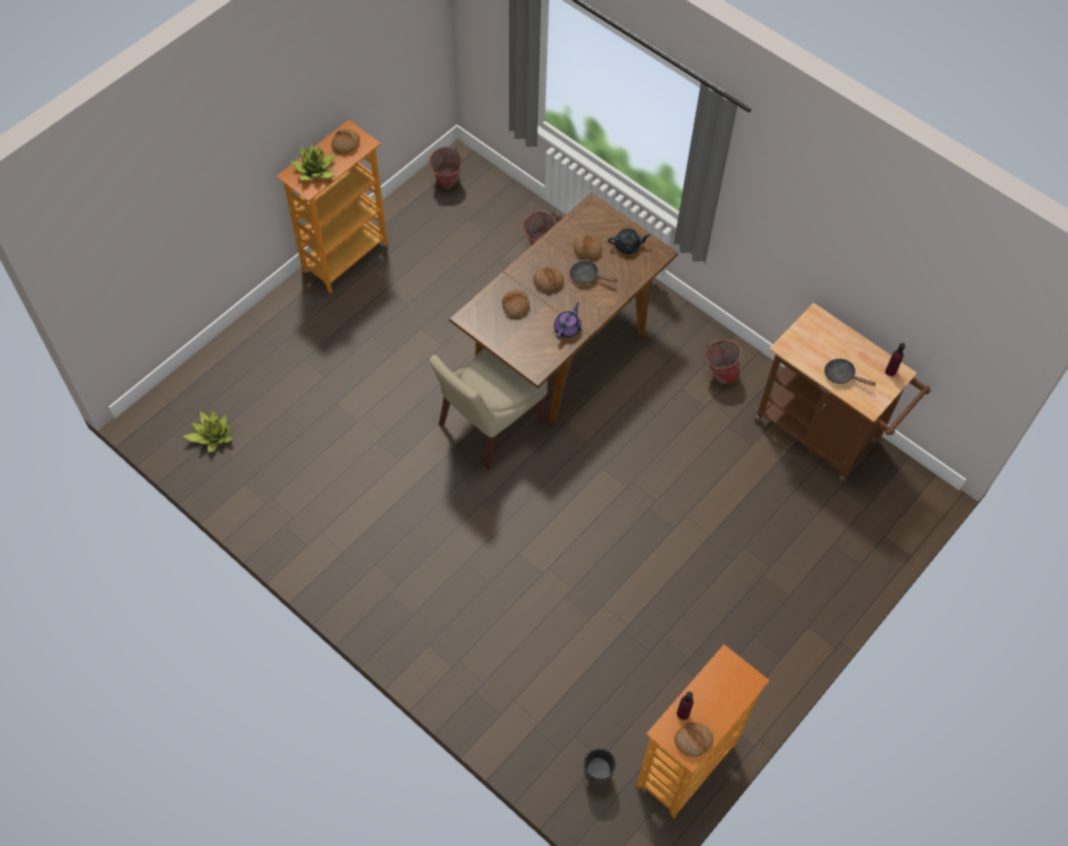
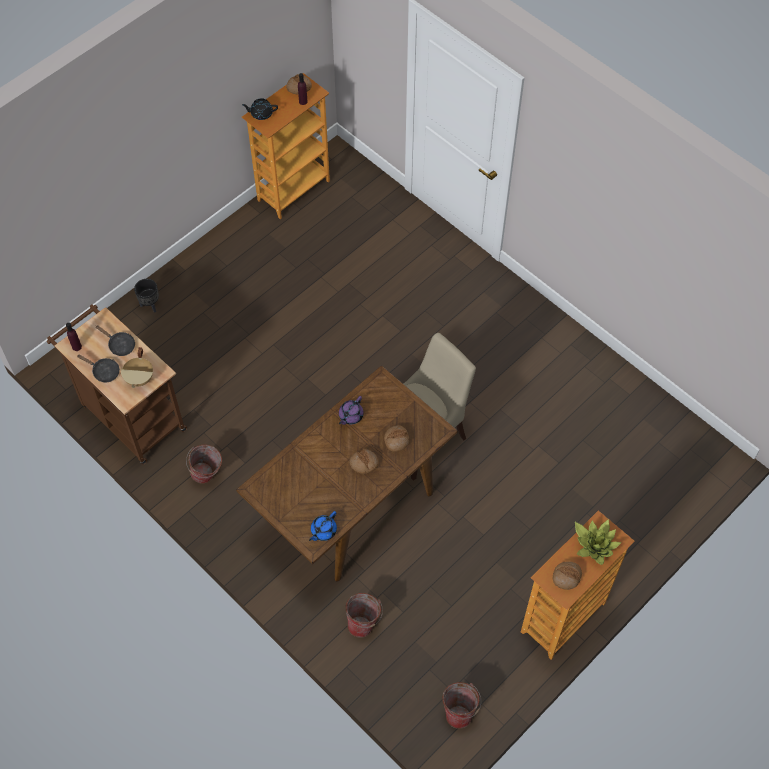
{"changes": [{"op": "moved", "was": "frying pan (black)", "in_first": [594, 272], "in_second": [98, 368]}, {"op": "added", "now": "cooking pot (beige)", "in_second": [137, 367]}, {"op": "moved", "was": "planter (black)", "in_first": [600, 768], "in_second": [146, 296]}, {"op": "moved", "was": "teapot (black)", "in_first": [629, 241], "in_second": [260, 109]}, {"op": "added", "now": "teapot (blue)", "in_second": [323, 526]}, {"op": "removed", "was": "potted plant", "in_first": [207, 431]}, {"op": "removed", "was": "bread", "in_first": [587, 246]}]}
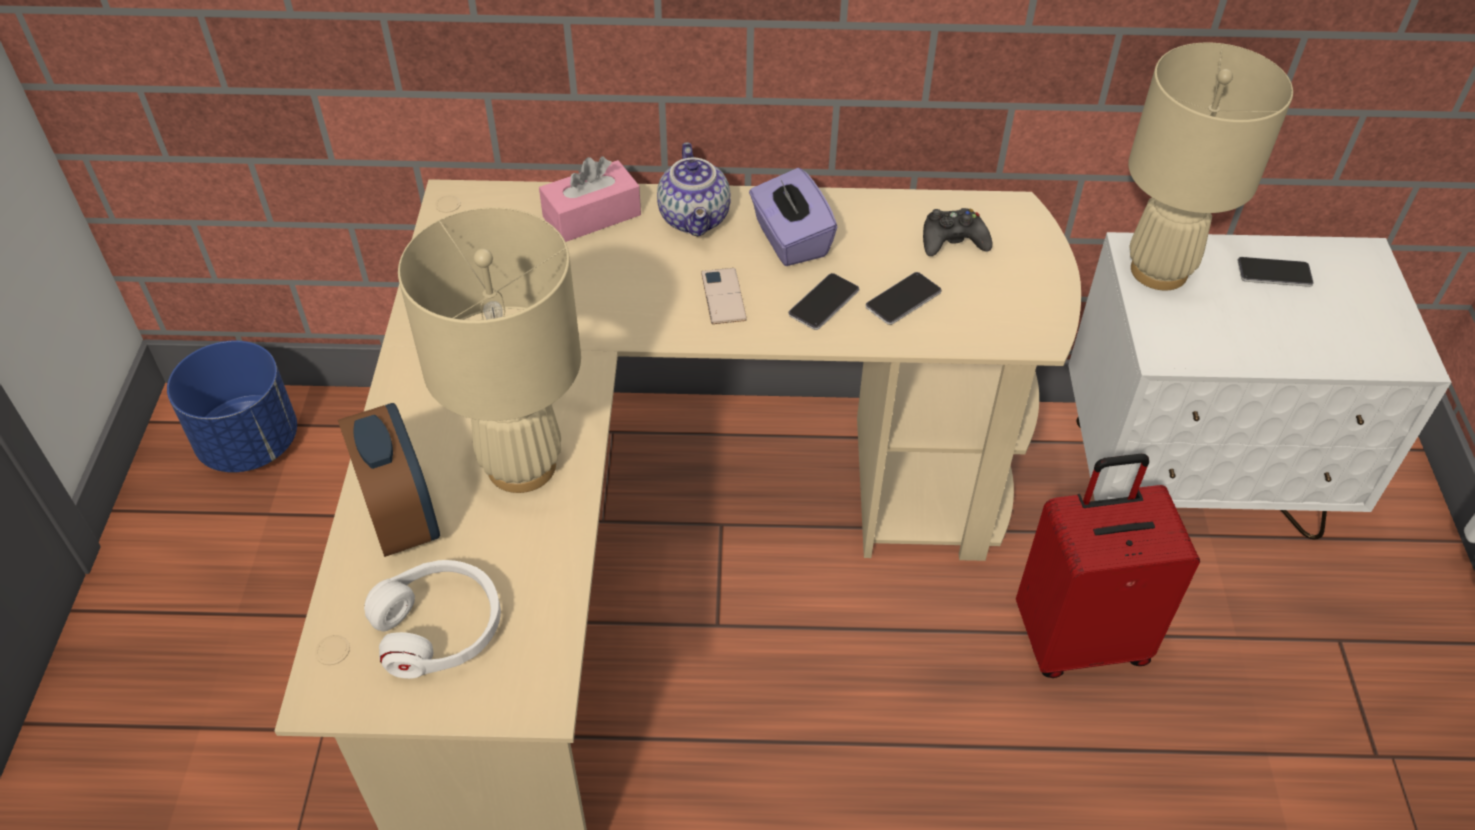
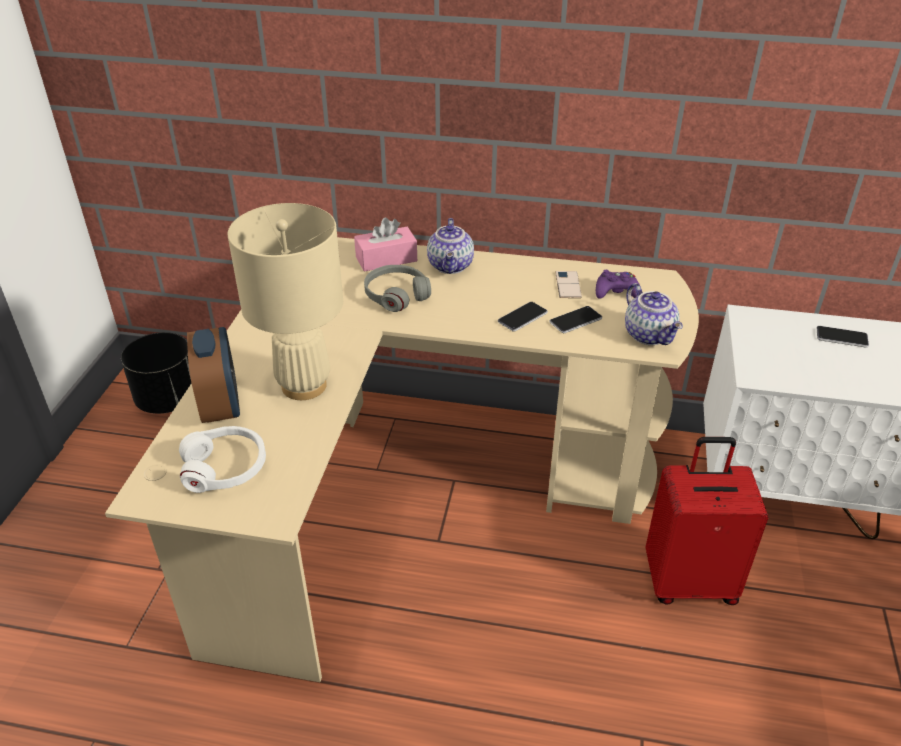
{"changes": [{"op": "recoloured", "was": "planter (blue)", "now": "planter (black)", "in_first": [232, 406], "in_second": [156, 373]}, {"op": "added", "now": "headphones (grey)", "in_second": [397, 288]}, {"op": "moved", "was": "phone", "in_first": [724, 296], "in_second": [568, 284]}, {"op": "recoloured", "was": "game controller (black)", "now": "game controller (purple)", "in_first": [957, 232], "in_second": [618, 284]}, {"op": "added", "now": "teapot", "in_second": [654, 314]}, {"op": "removed", "was": "tissue box (purple)", "in_first": [793, 217]}, {"op": "removed", "was": "table lamp (beige)", "in_first": [1210, 166]}]}
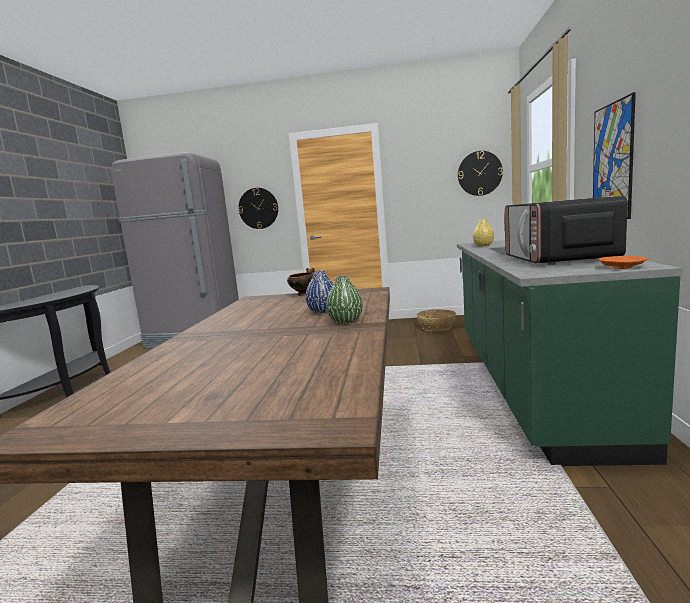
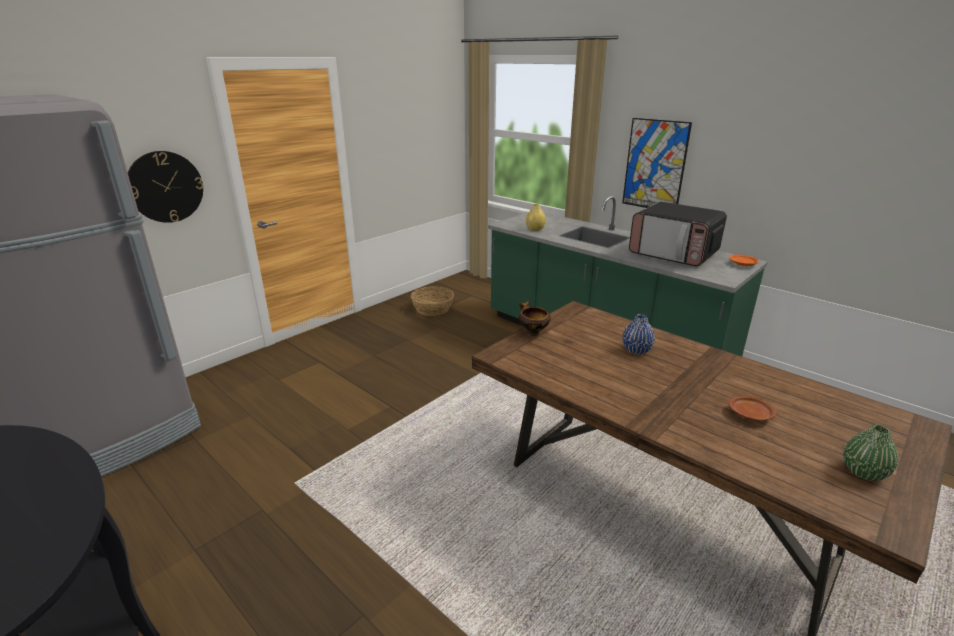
{"changes": [{"op": "added", "now": "plate (brown)", "in_second": [752, 408]}, {"op": "moved", "was": "vase (green)", "in_first": [344, 299], "in_second": [870, 452]}, {"op": "removed", "was": "wall clock", "in_first": [480, 173]}]}
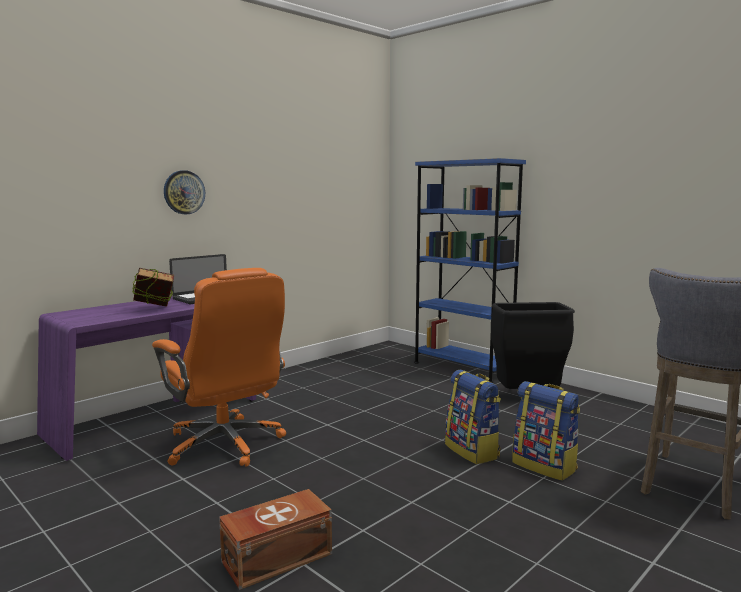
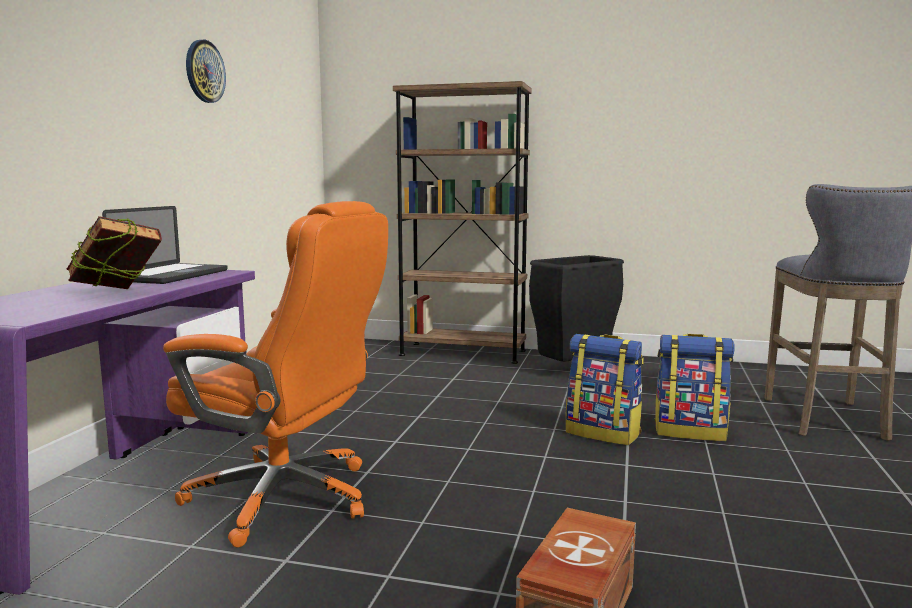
{"changes": [{"op": "moved", "was": "wall clock", "in_first": [184, 192], "in_second": [206, 71]}, {"op": "recoloured", "was": "bookcase (blue)", "now": "bookcase (brown)", "in_first": [470, 270], "in_second": [462, 222]}]}
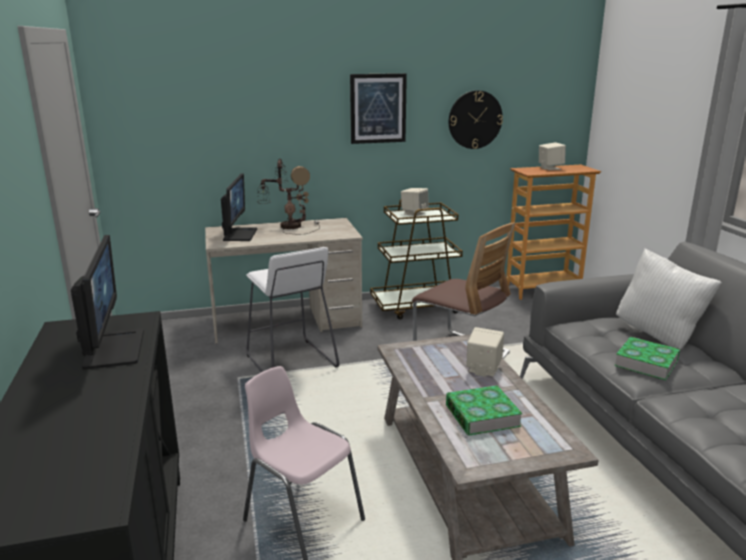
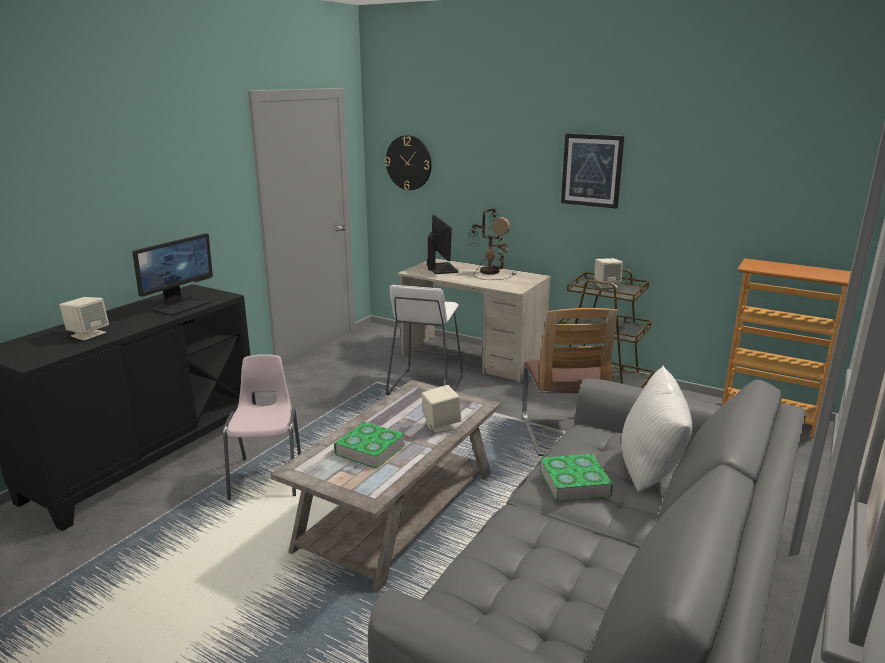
{"changes": [{"op": "moved", "was": "speaker (beige)", "in_first": [552, 156], "in_second": [84, 319]}, {"op": "moved", "was": "wall clock", "in_first": [476, 119], "in_second": [408, 162]}, {"op": "turned", "was": "monitor", "in_first": [239, 207], "in_second": [443, 244], "clockwise": -60}]}
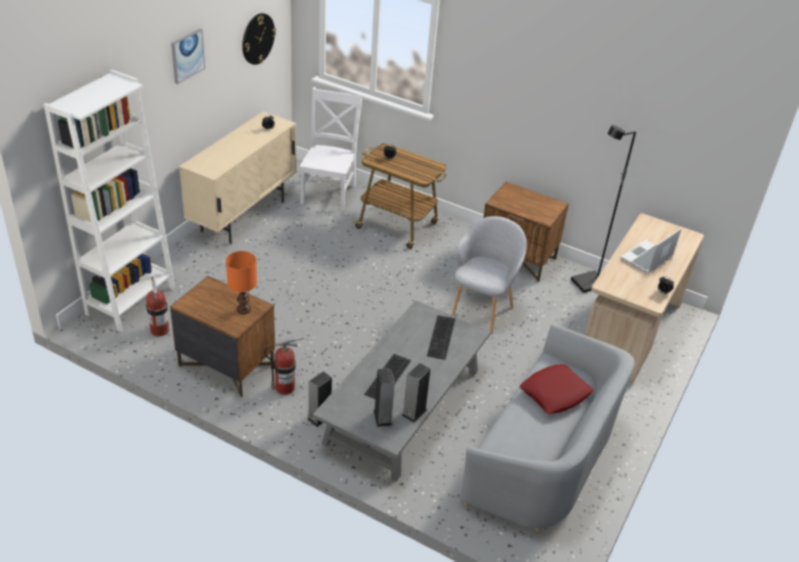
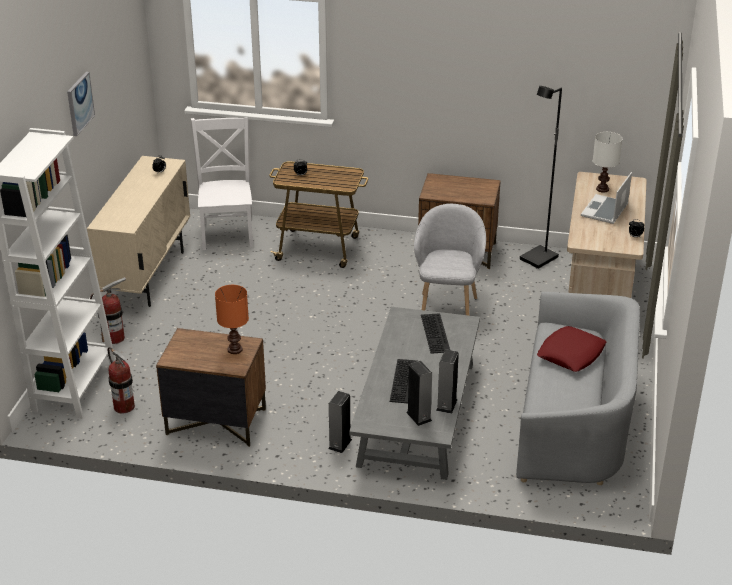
{"changes": [{"op": "moved", "was": "fire extinguisher", "in_first": [284, 365], "in_second": [108, 310]}, {"op": "added", "now": "table lamp (white)", "in_second": [608, 162]}, {"op": "removed", "was": "wall clock", "in_first": [259, 39]}]}
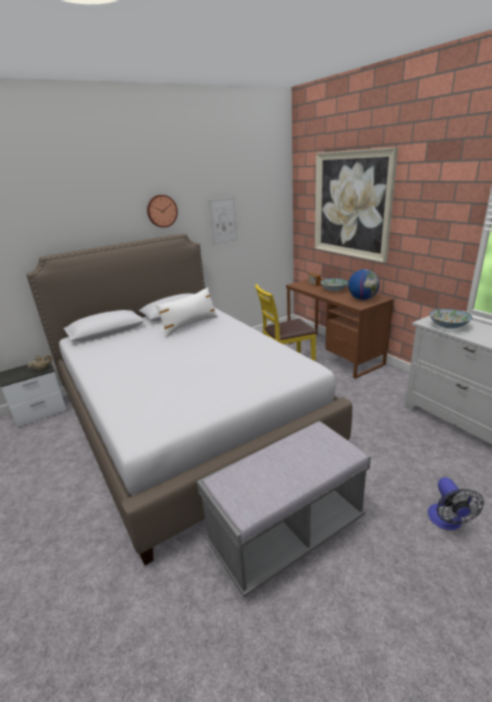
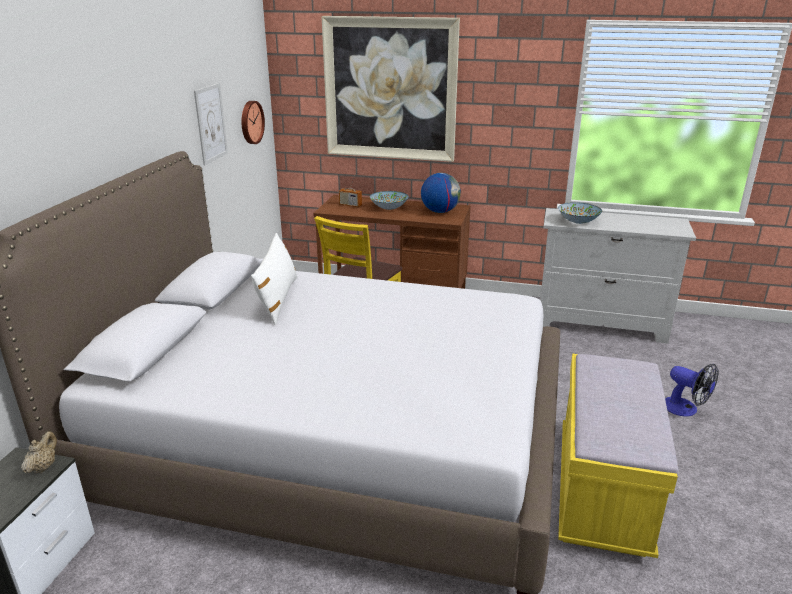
{"changes": [{"op": "moved", "was": "wall clock", "in_first": [162, 211], "in_second": [253, 122]}, {"op": "recoloured", "was": "bench (grey)", "now": "bench (yellow)", "in_first": [284, 509], "in_second": [618, 455]}]}
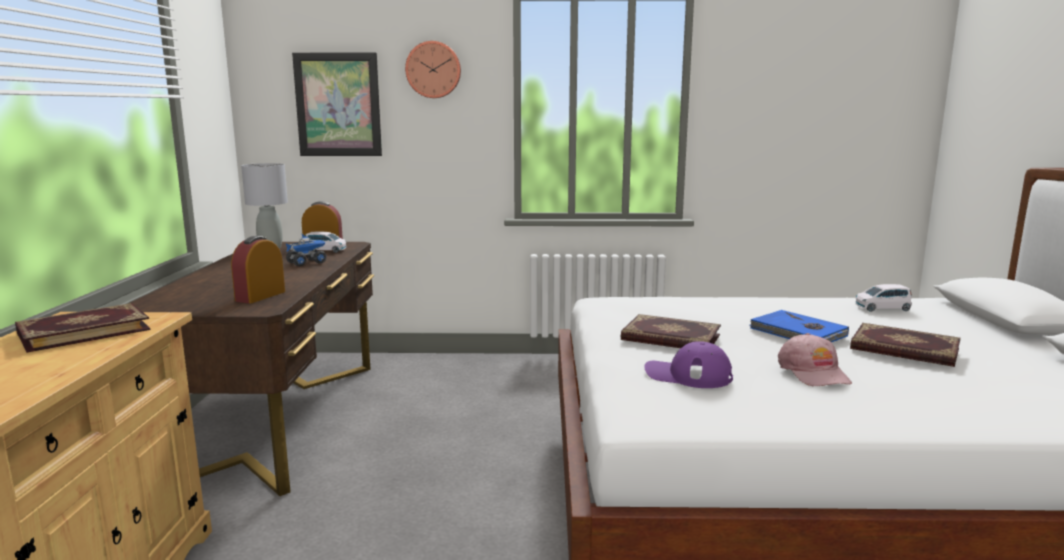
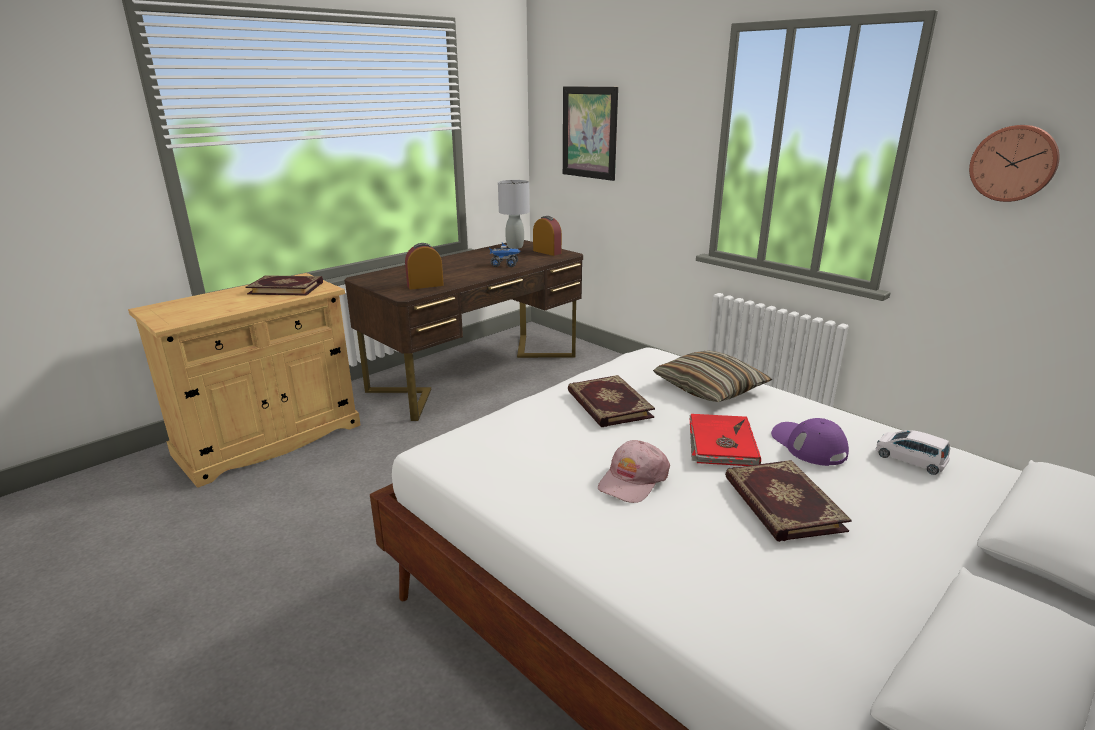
{"changes": [{"op": "added", "now": "pillow", "in_second": [713, 376]}, {"op": "recoloured", "was": "book (blue)", "now": "book (red)", "in_first": [799, 326], "in_second": [725, 440]}, {"op": "moved", "was": "cap (purple)", "in_first": [688, 364], "in_second": [810, 442]}, {"op": "moved", "was": "wall clock", "in_first": [433, 69], "in_second": [1014, 163]}, {"op": "removed", "was": "toy car (white)", "in_first": [325, 242]}]}
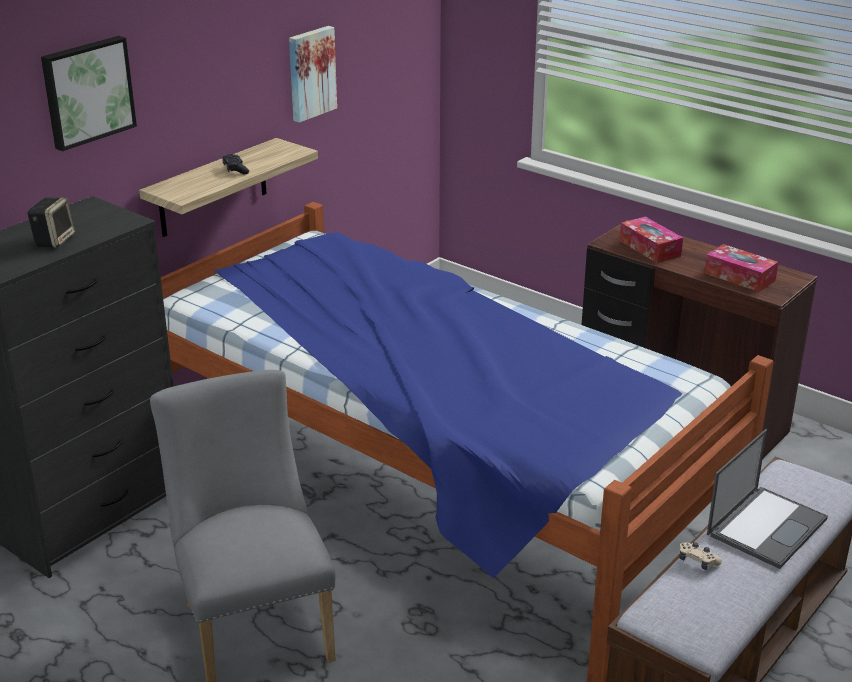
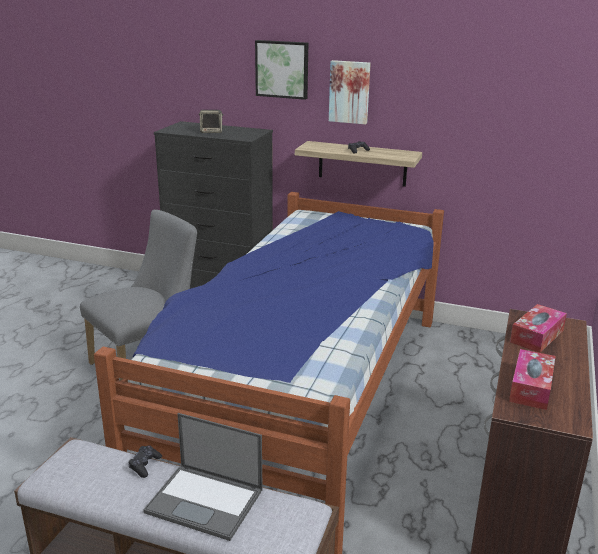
{"changes": [{"op": "recoloured", "was": "game controller (beige)", "now": "game controller (black)", "in_first": [700, 556], "in_second": [145, 461]}, {"op": "moved", "was": "picture", "in_first": [313, 74], "in_second": [350, 92]}]}
